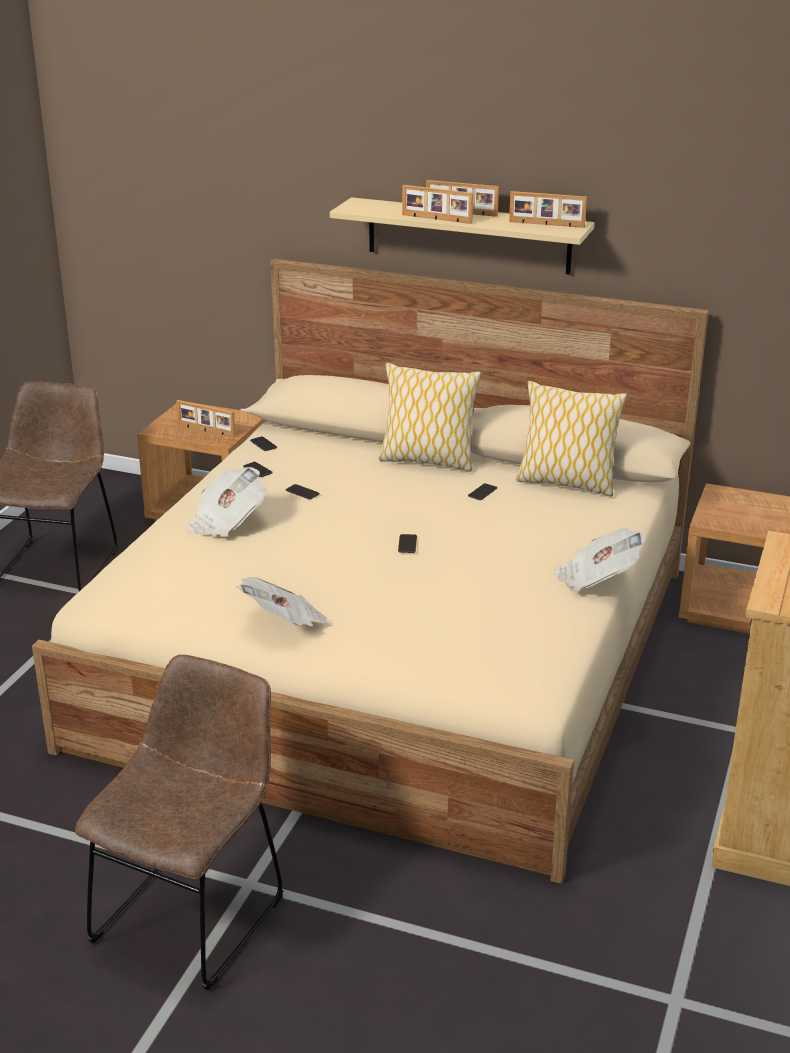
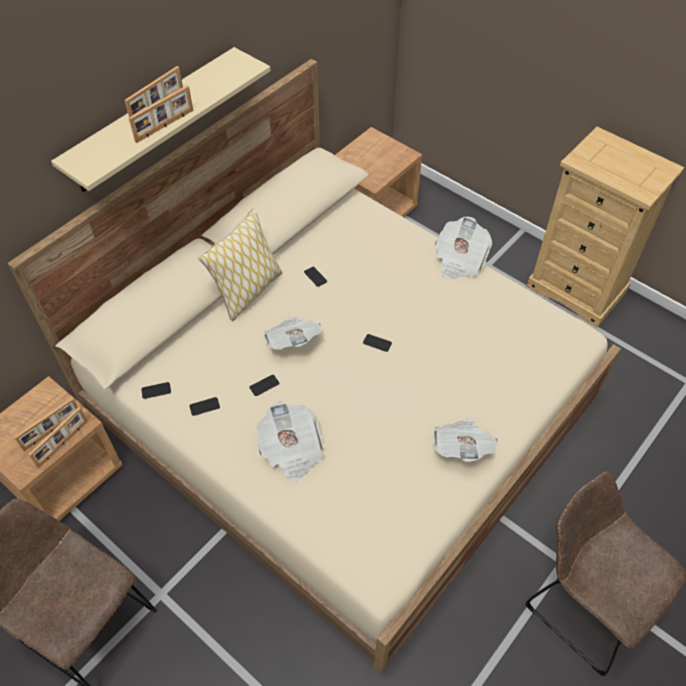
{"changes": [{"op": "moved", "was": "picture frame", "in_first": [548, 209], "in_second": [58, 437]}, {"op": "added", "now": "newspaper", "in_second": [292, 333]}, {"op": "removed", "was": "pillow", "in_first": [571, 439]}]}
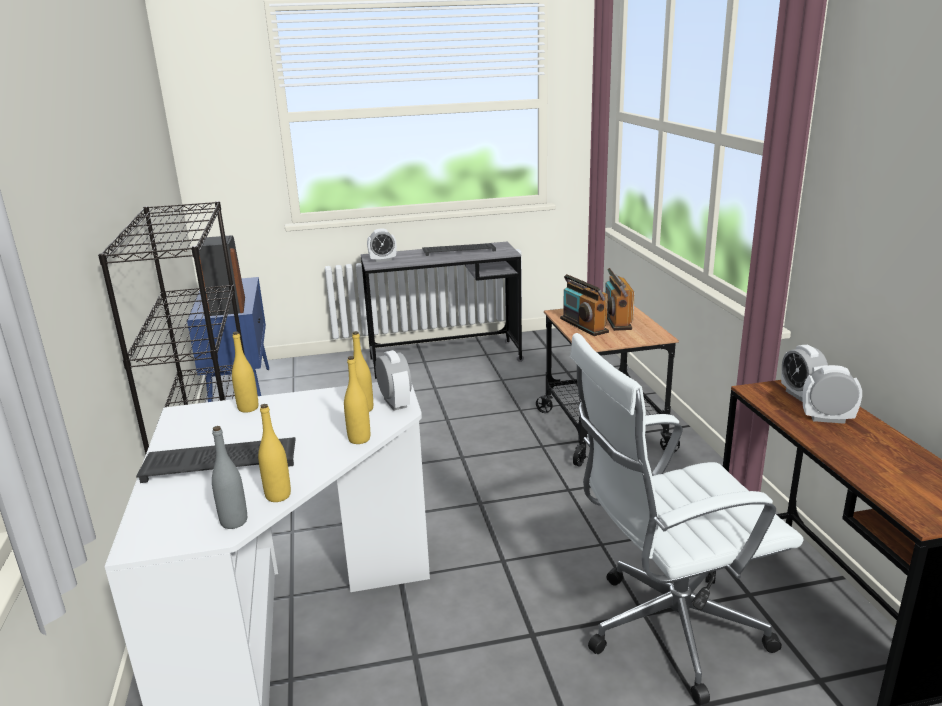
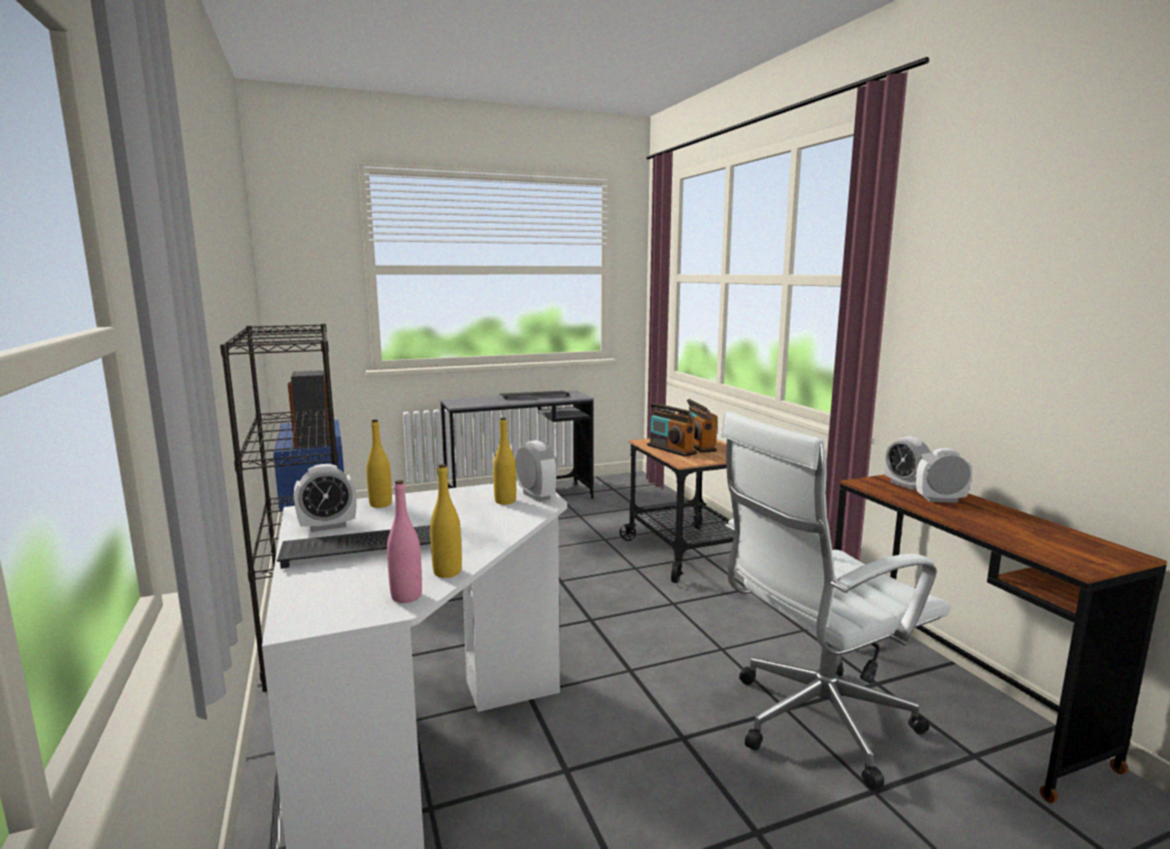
{"changes": [{"op": "moved", "was": "alarm clock", "in_first": [382, 245], "in_second": [325, 498]}, {"op": "recoloured", "was": "bottle (grey)", "now": "bottle (pink)", "in_first": [229, 477], "in_second": [404, 541]}, {"op": "removed", "was": "bottle (yellow)", "in_first": [357, 400]}]}
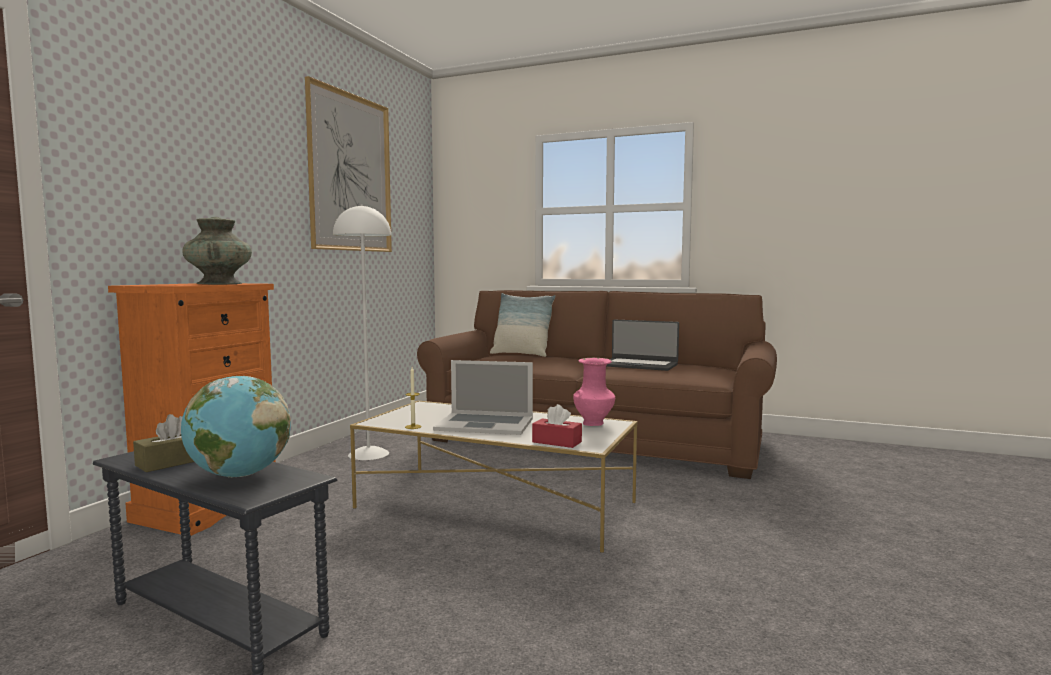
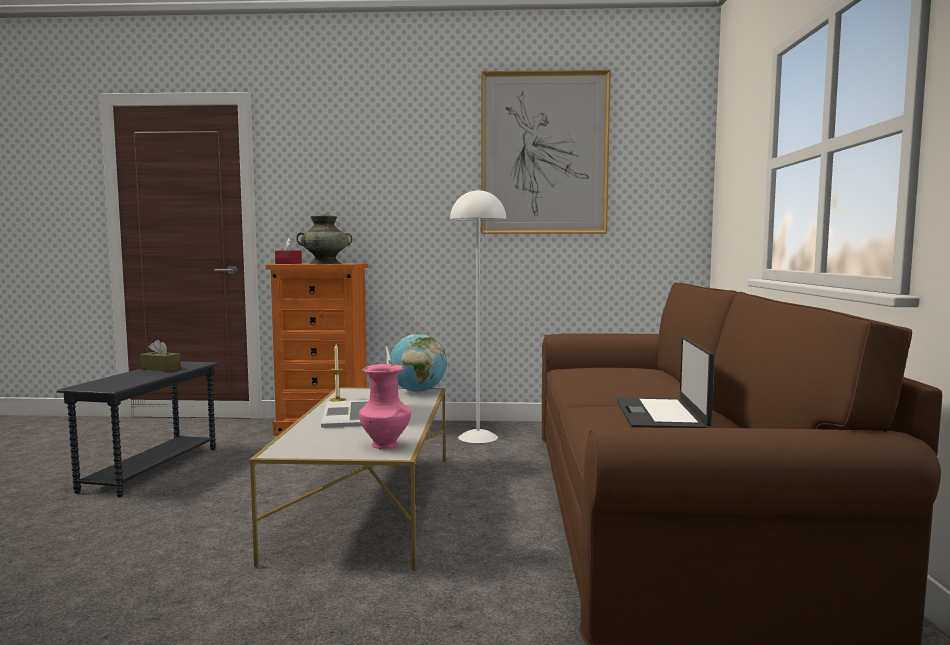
{"changes": [{"op": "moved", "was": "tissue box (red)", "in_first": [557, 426], "in_second": [288, 251]}, {"op": "moved", "was": "globe", "in_first": [236, 427], "in_second": [418, 363]}, {"op": "removed", "was": "pillow", "in_first": [523, 325]}]}
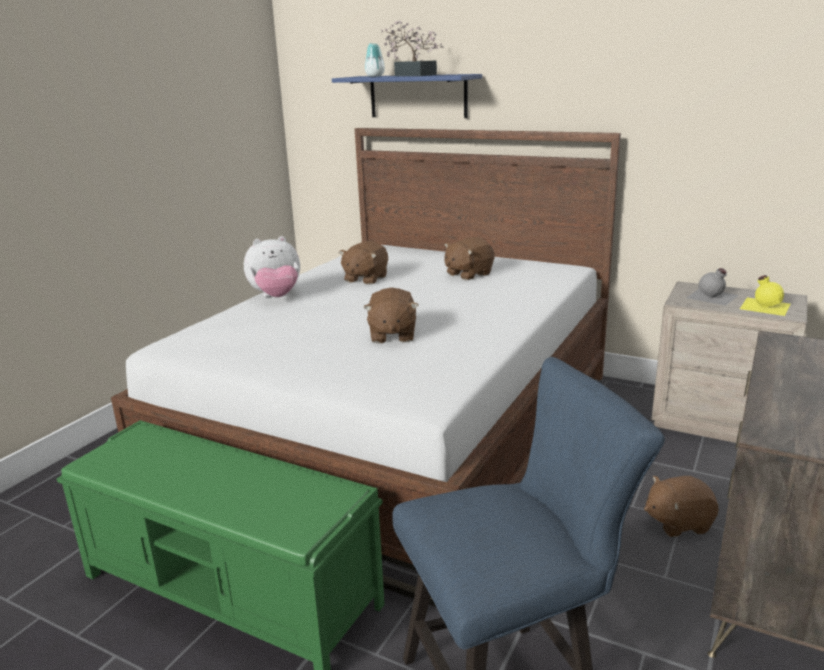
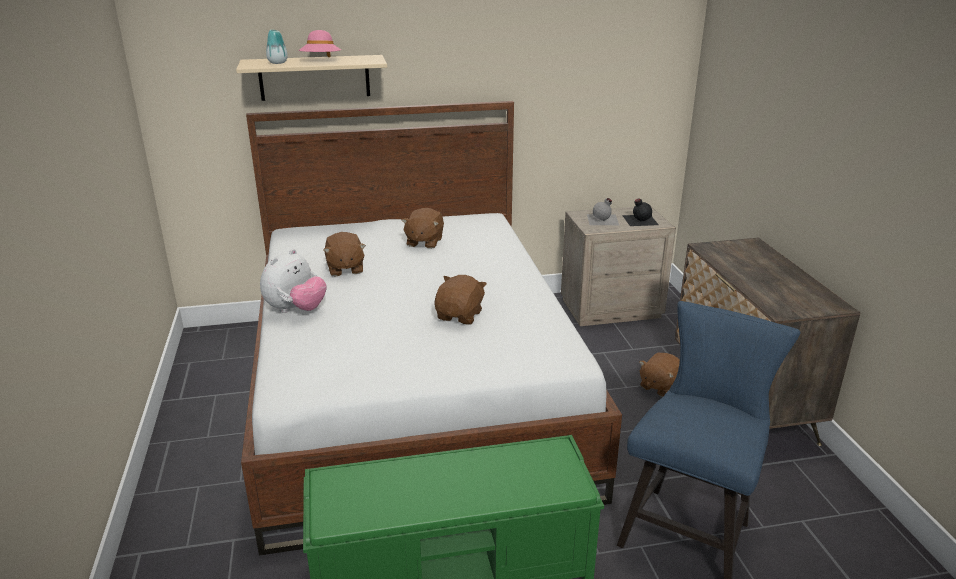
{"changes": [{"op": "recoloured", "was": "shelf (blue)", "now": "shelf (beige)", "in_first": [407, 96], "in_second": [311, 78]}, {"op": "replaced", "was": "potted plant", "now": "hat (pink)", "in_first": [412, 48], "in_second": [320, 43]}, {"op": "turned", "was": "plush toy (brown)", "in_first": [391, 315], "in_second": [460, 300], "clockwise": -120}, {"op": "recoloured", "was": "bottle (yellow)", "now": "bottle (black)", "in_first": [765, 295], "in_second": [640, 212]}]}
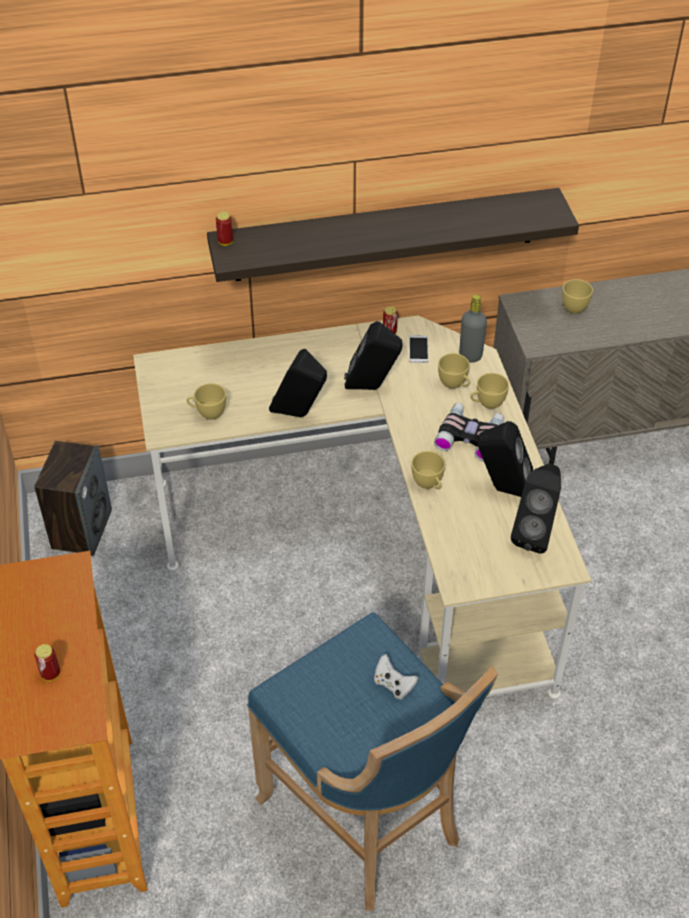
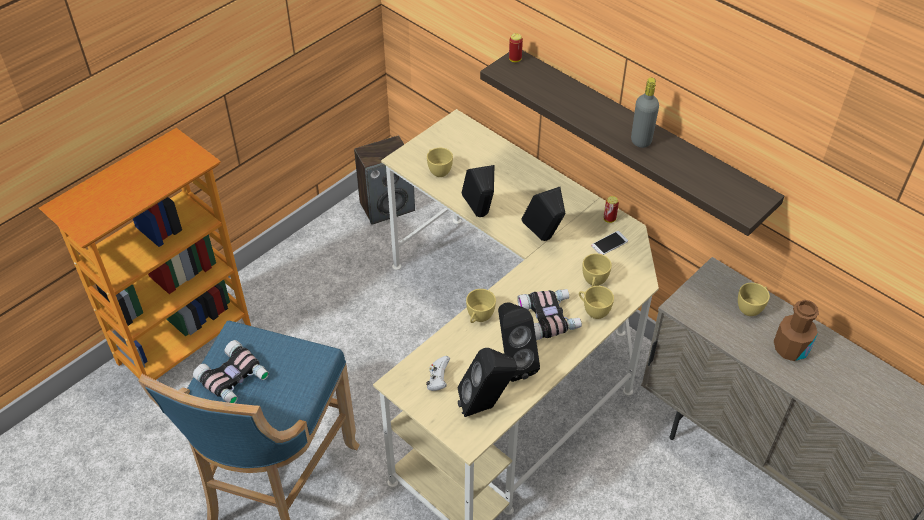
{"changes": [{"op": "added", "now": "binoculars", "in_second": [231, 371]}, {"op": "moved", "was": "game controller (white)", "in_first": [396, 676], "in_second": [438, 373]}, {"op": "moved", "was": "bottle (grey)", "in_first": [473, 328], "in_second": [645, 113]}, {"op": "added", "now": "bottle (brown)", "in_second": [796, 330]}, {"op": "removed", "was": "can", "in_first": [47, 662]}]}
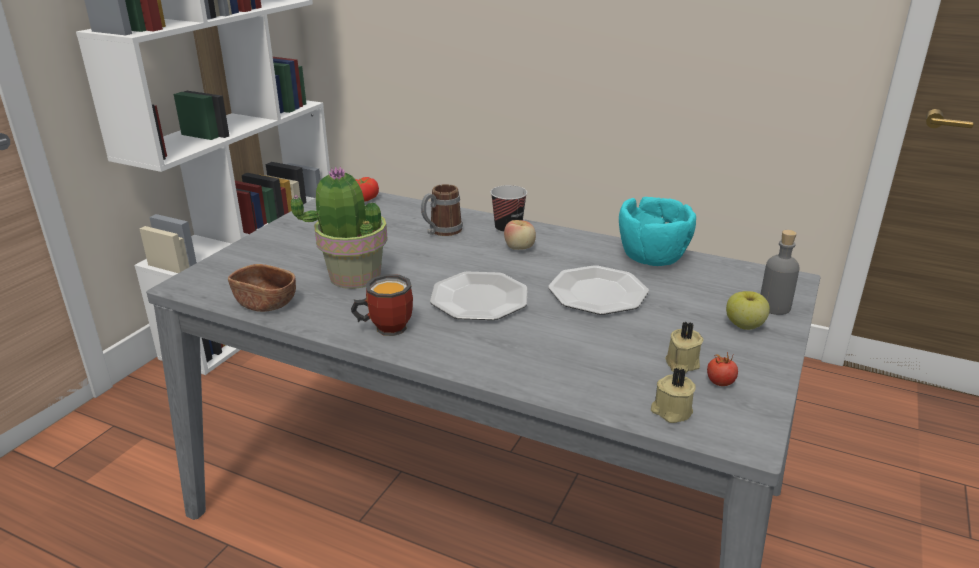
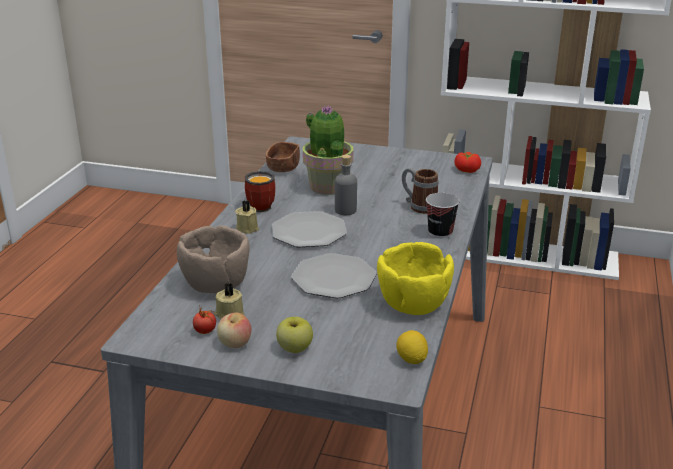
{"changes": [{"op": "added", "now": "bowl (brown)", "in_second": [213, 259]}, {"op": "moved", "was": "apple", "in_first": [520, 235], "in_second": [234, 330]}, {"op": "moved", "was": "candle (beige)", "in_first": [673, 395], "in_second": [247, 217]}, {"op": "moved", "was": "bottle (grey)", "in_first": [780, 272], "in_second": [346, 185]}, {"op": "recoloured", "was": "bowl (turquoise)", "now": "bowl (yellow)", "in_first": [657, 231], "in_second": [415, 278]}, {"op": "added", "now": "lemon", "in_second": [412, 347]}]}
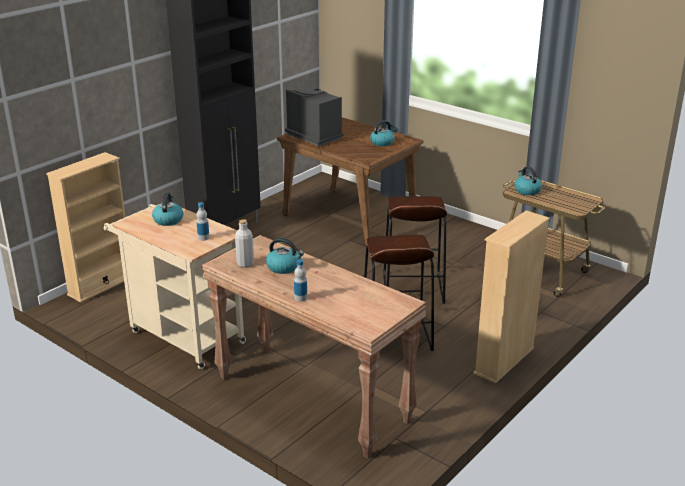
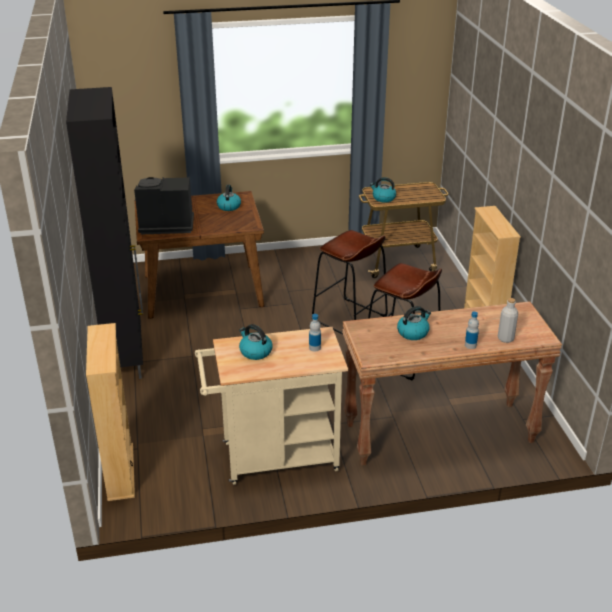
{"changes": [{"op": "moved", "was": "bottle (grey)", "in_first": [244, 243], "in_second": [508, 320]}]}
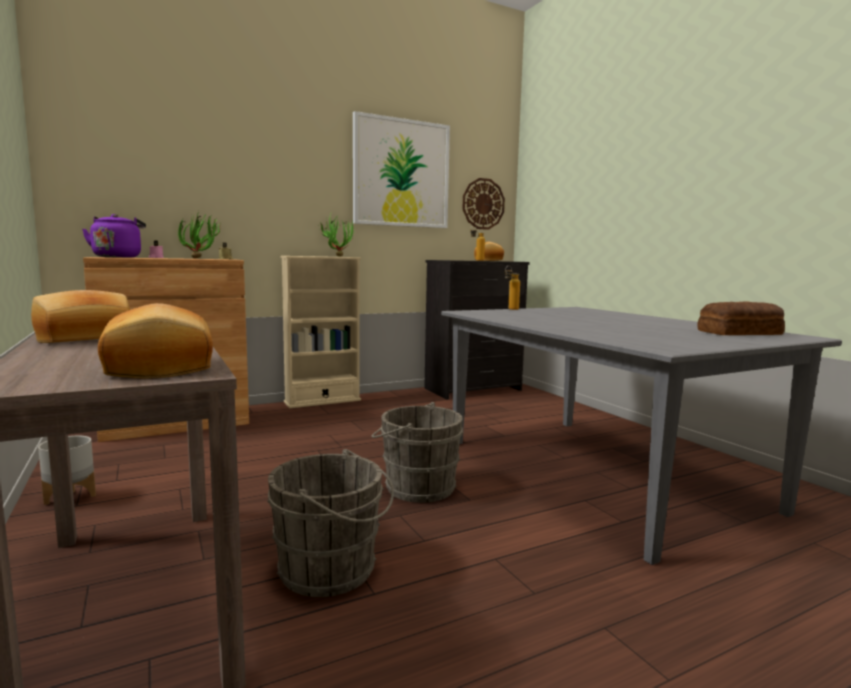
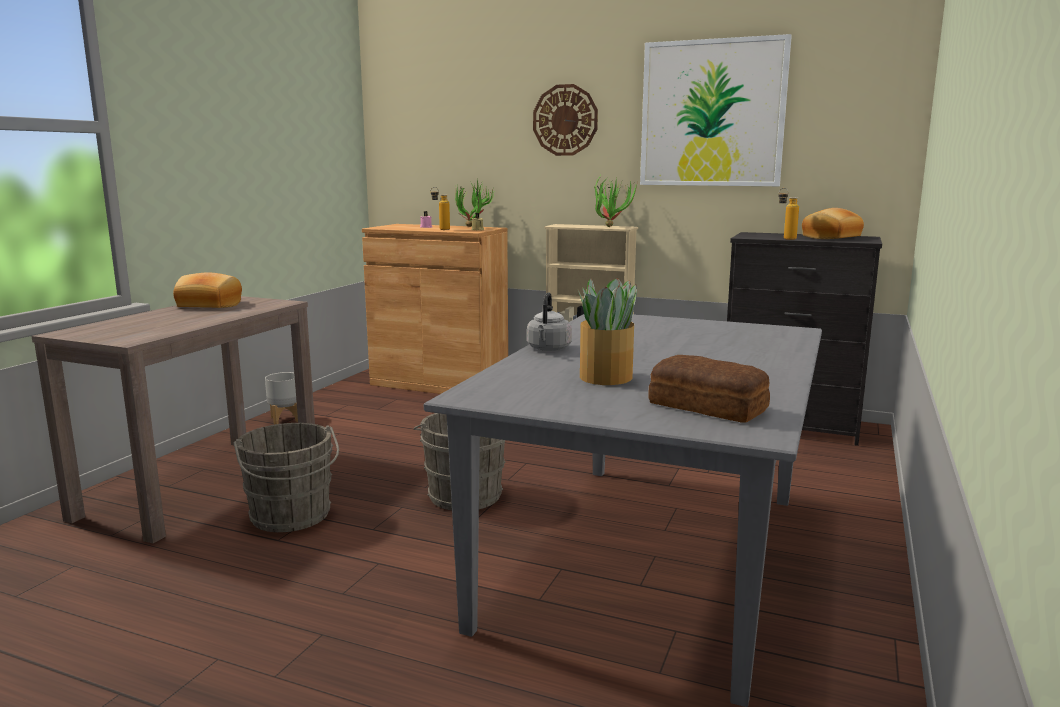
{"changes": [{"op": "moved", "was": "bottle", "in_first": [512, 288], "in_second": [440, 208]}, {"op": "added", "now": "kettle (grey)", "in_second": [549, 321]}, {"op": "moved", "was": "wall clock", "in_first": [483, 204], "in_second": [565, 120]}, {"op": "added", "now": "potted plant", "in_second": [607, 331]}, {"op": "removed", "was": "kettle (purple)", "in_first": [114, 236]}, {"op": "removed", "was": "bread", "in_first": [155, 340]}]}
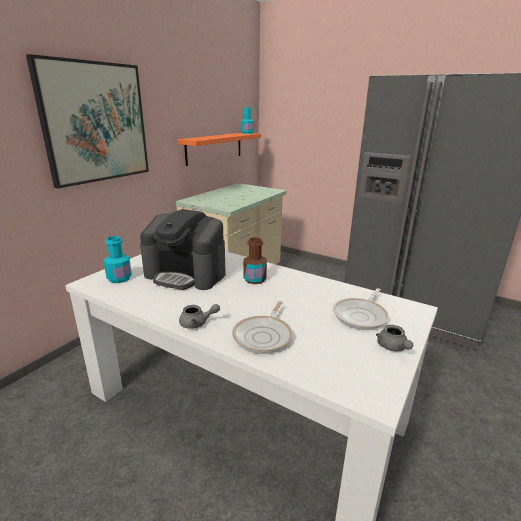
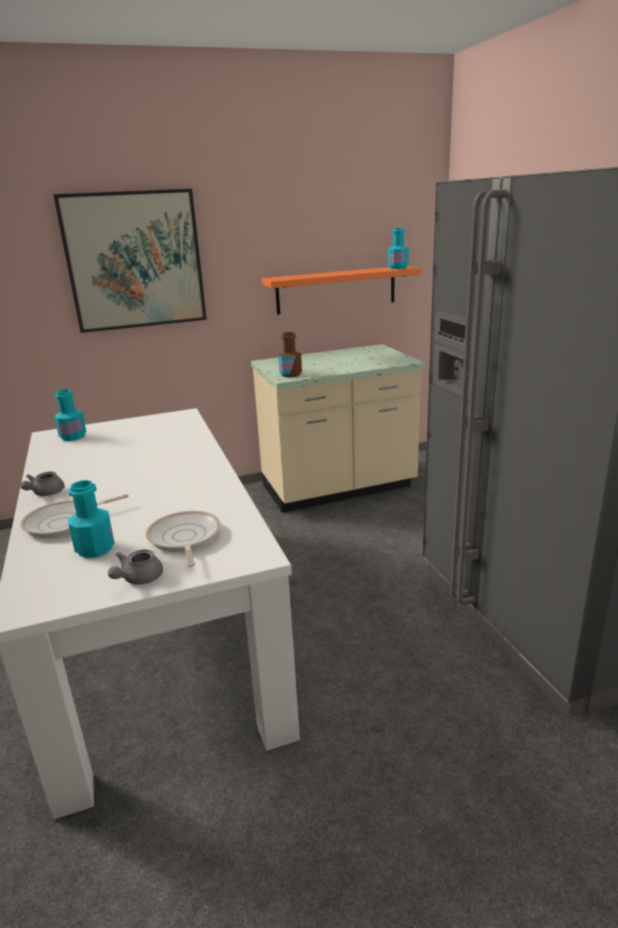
{"changes": [{"op": "turned", "was": "teapot (grey)", "in_first": [199, 316], "in_second": [43, 484], "clockwise": 75}, {"op": "added", "now": "bottle (turquoise)", "in_second": [91, 519]}, {"op": "turned", "was": "frying pan", "in_first": [361, 309], "in_second": [183, 539], "clockwise": 90}, {"op": "moved", "was": "bottle (brown)", "in_first": [255, 260], "in_second": [290, 354]}, {"op": "removed", "was": "coffee machine", "in_first": [183, 249]}]}
